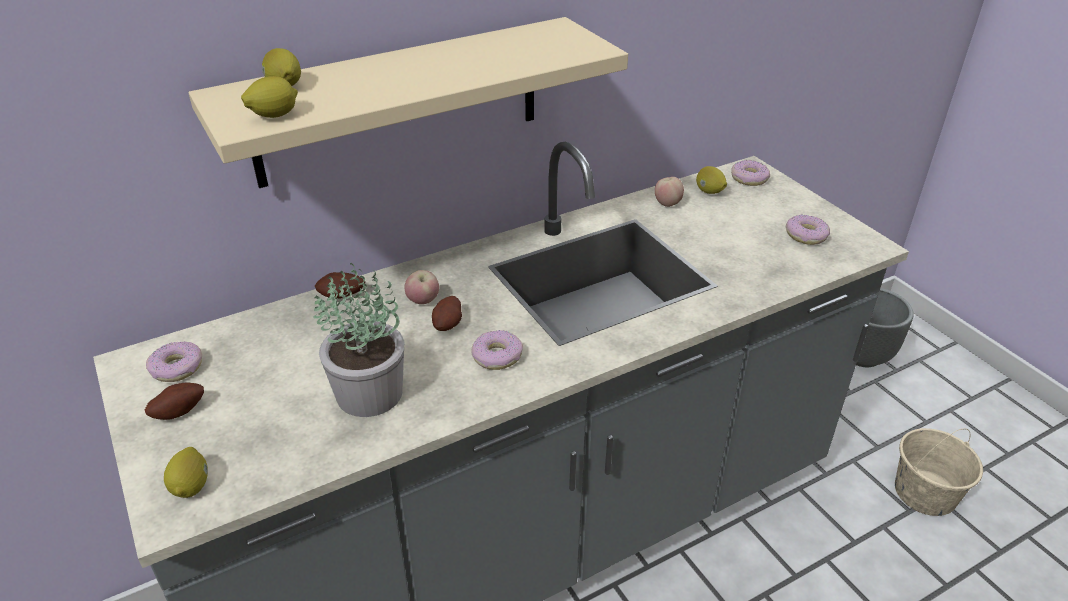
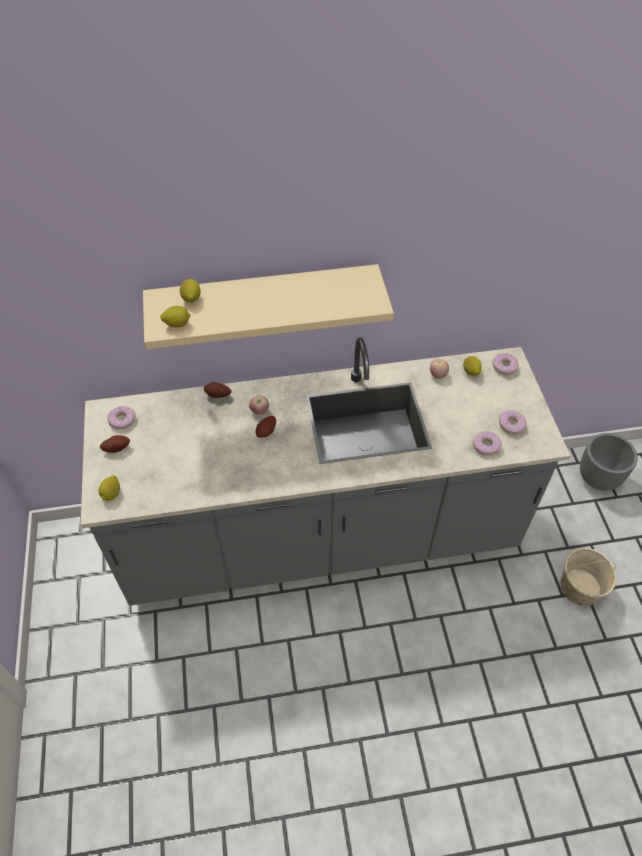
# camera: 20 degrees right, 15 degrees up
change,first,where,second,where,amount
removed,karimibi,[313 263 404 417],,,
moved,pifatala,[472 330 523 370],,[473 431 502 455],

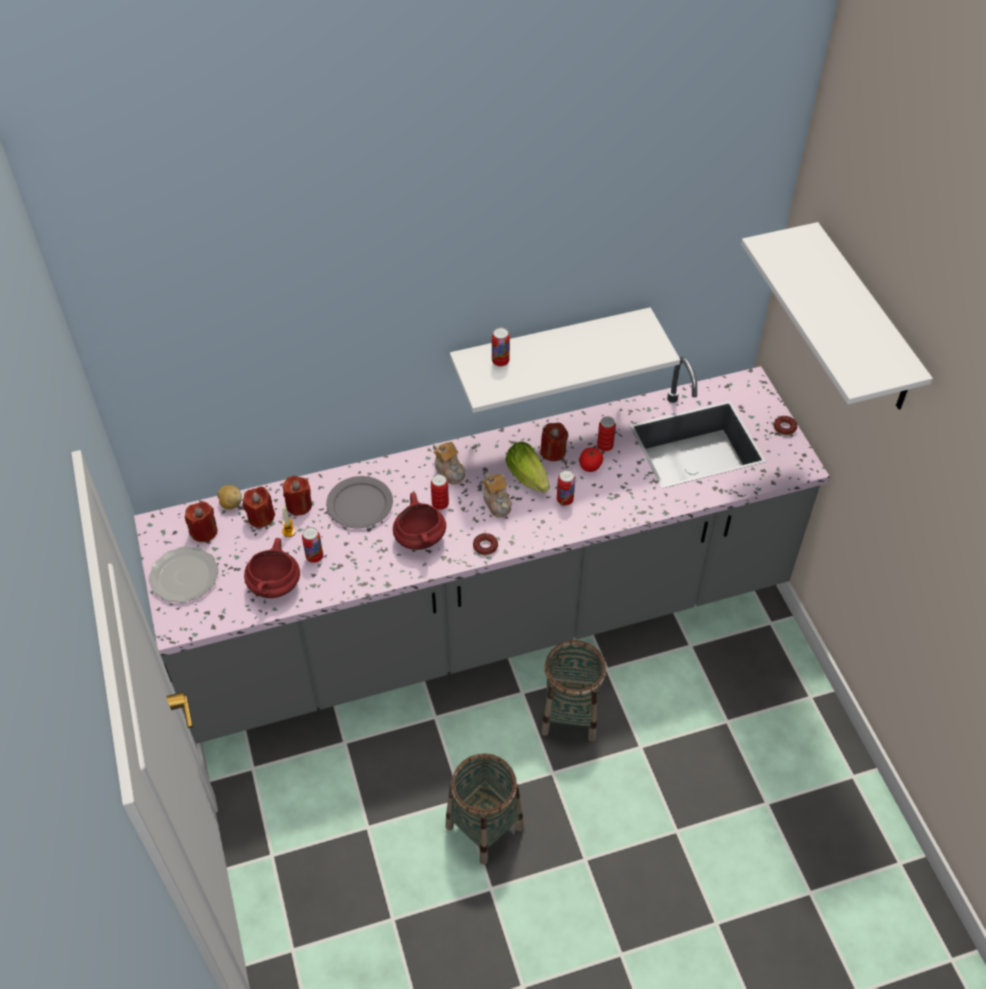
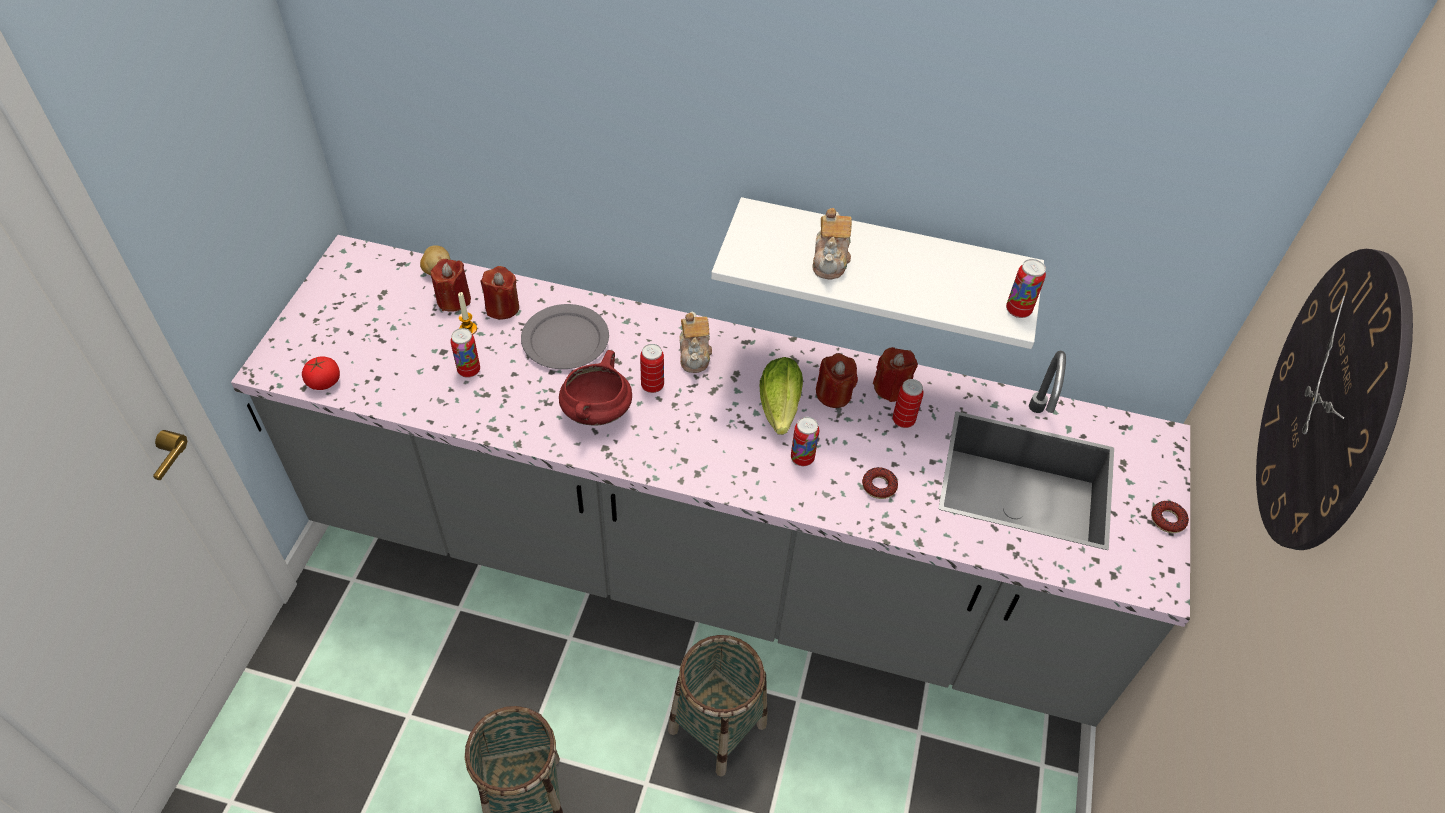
# camera: 30 degrees right, 0 degrees up
change,first,where,second,where,amount
replaced,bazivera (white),[741 222 933 409],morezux,[1256 249 1413 550],
moved,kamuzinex,[492 328 510 367],,[1006 259 1046 318],
moved,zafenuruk,[579 447 604 472],,[302 356 340 390],
moved,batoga,[482 473 512 518],,[812 208 852 279],
moved,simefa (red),[185 501 218 542],,[873 347 918 402],
moved,pifatala,[473 533 498 555],,[862 467 898 499],
removed,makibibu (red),[244 538 300 598],,,
removed,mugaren,[149 546 219 603],,,

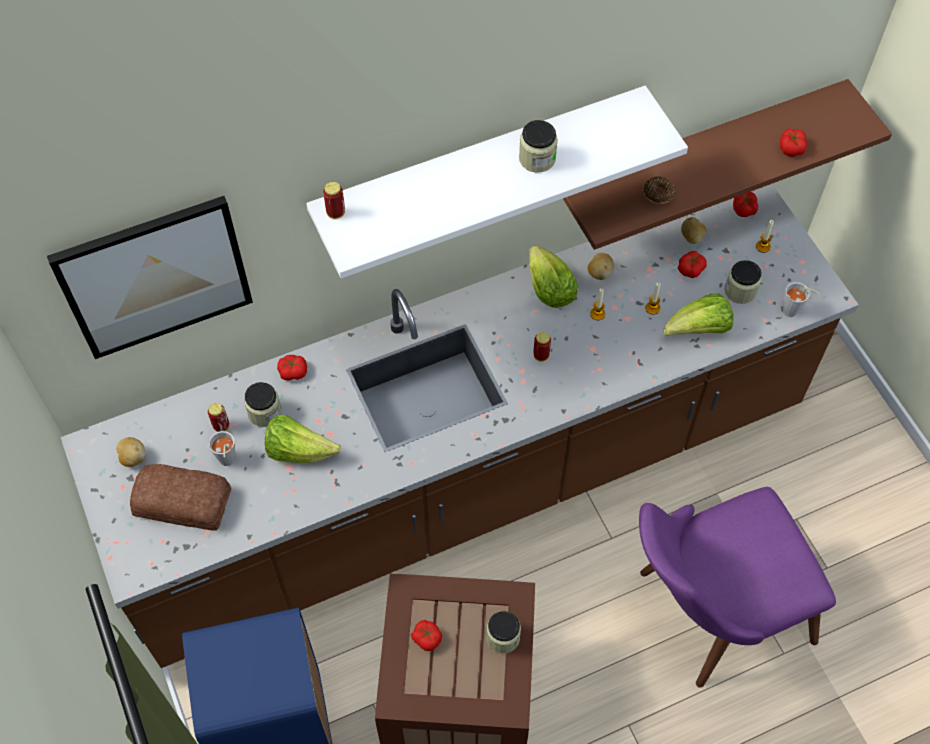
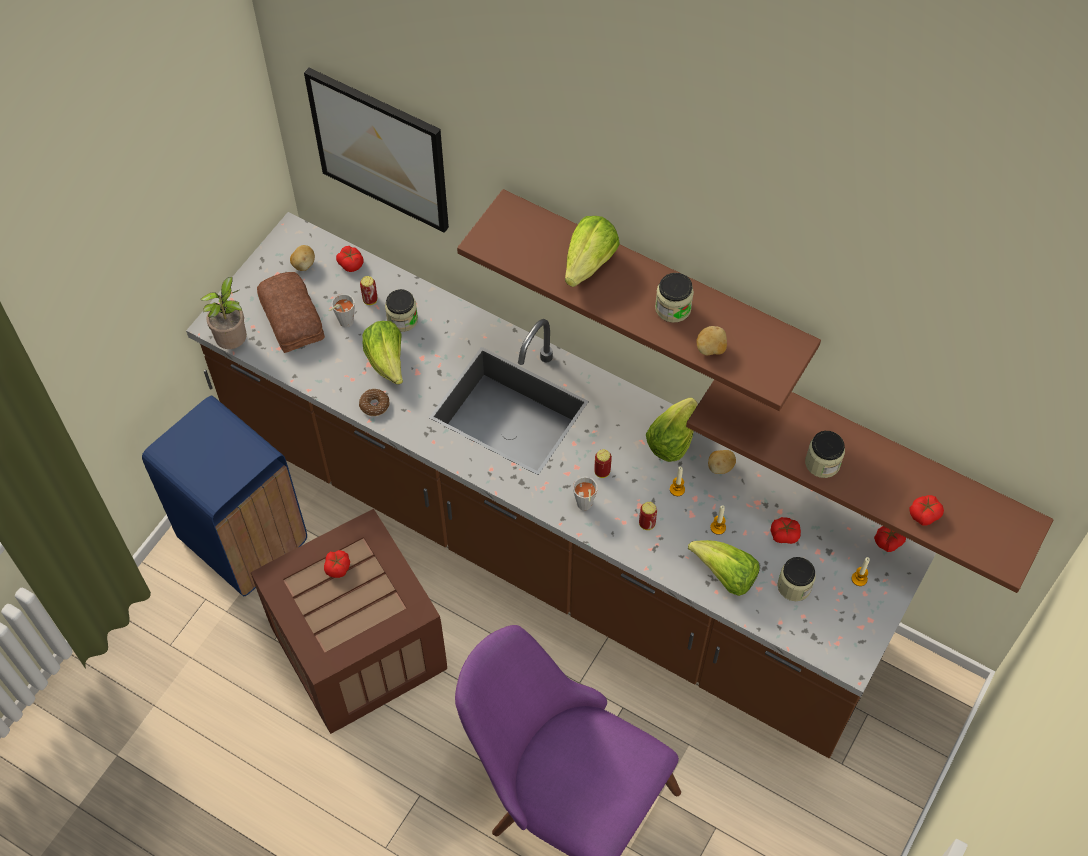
# camera: 55 degrees right, 0 degrees up
change,first,where,second,where,amount
recoloured,bazivera (white),[306 86 688 278],bazivera (brown),[457 189 821 411],
moved,pifatala,[643 176 675 204],,[359 389 390 416],
moved,kamuzinex,[323 182 345 219],,[639 502 657 530],
moved,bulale,[681 217 706 244],,[697 326 727 355],
moved,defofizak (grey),[783 282 820 317],,[573 476 598 510],
moved,zafenuruk,[277 355 307 380],,[336 246 364 272],
moved,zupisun,[486 611 521 654],,[805 431 845 478],
added,,,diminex,[565 216 620 287],
added,,,karimibi,[201 277 247 349],

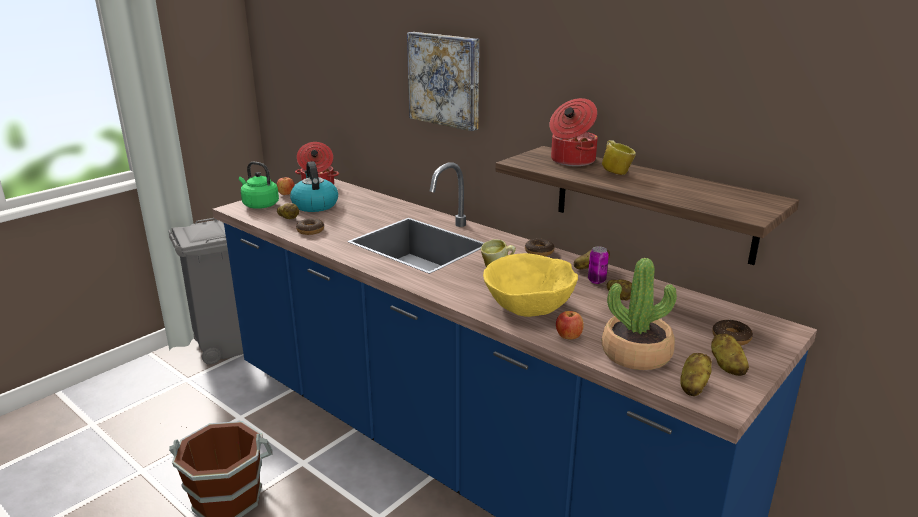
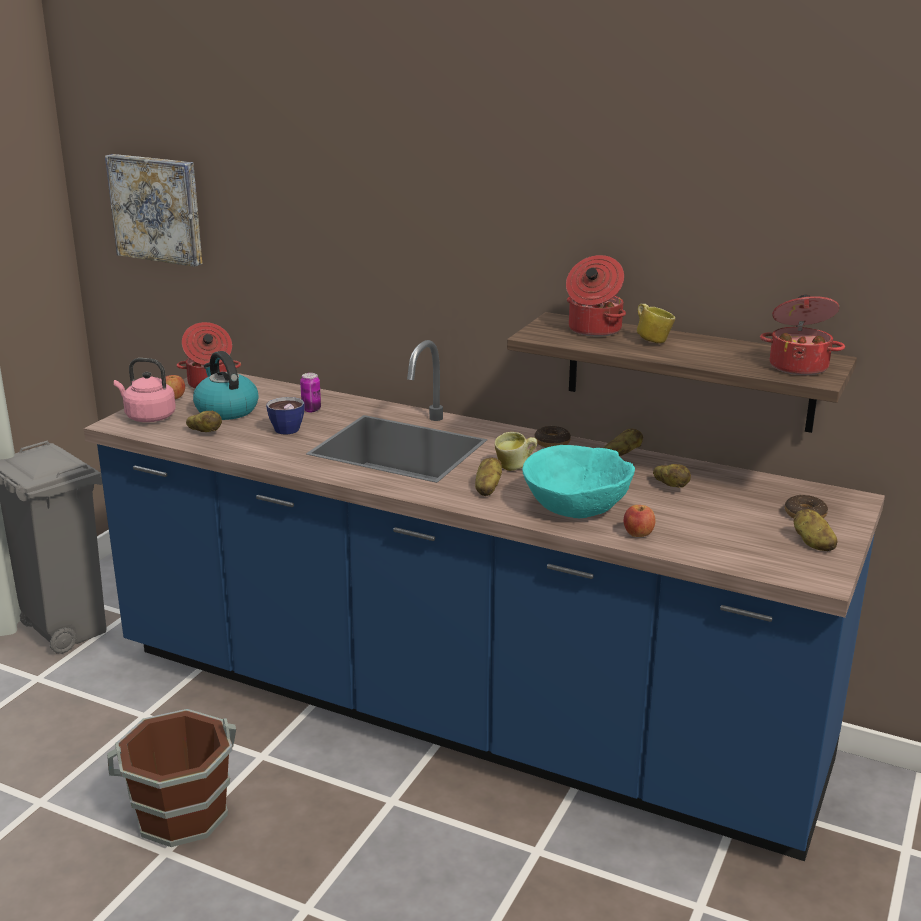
# camera: 15 degrees left, 0 degrees up
change,first,where,second,where,amount
moved,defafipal,[407 32 479 131],,[105 154 202 267],
recoloured,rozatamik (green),[239 162 279 209],rozatamik (pink),[114 358 176 422],
removed,pifatala,[296 218 324 235],,,
moved,kamuzinex,[588 246 609 284],,[300 373 321 412],
recoloured,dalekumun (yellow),[483 253 578 317],dalekumun (turquoise),[523 445 635 519],
removed,karimibi,[602 258 677 370],,,
moved,bulale,[680 353 712 396],,[475 458 502 496],
added,,,makibibu,[760 294 845 375],
added,,,defofizak,[266 397 305 435],

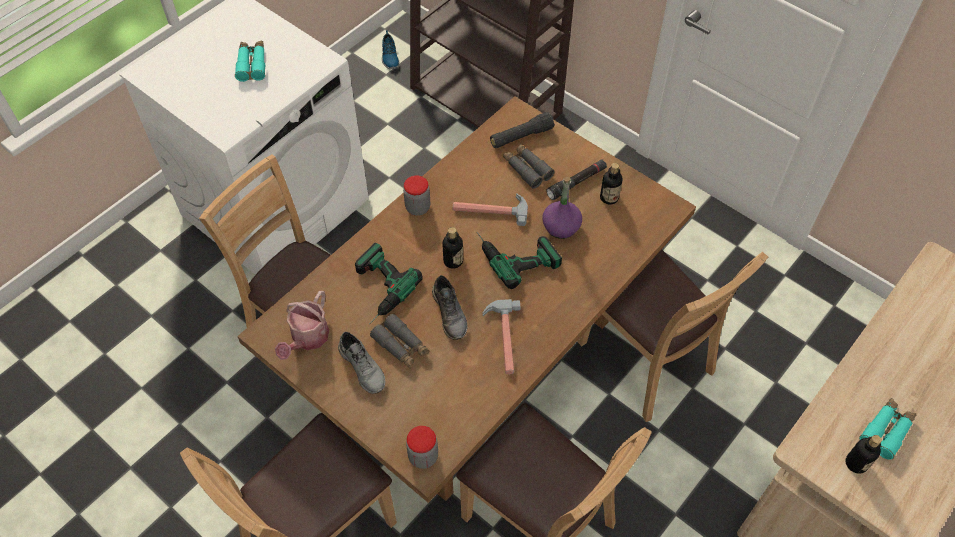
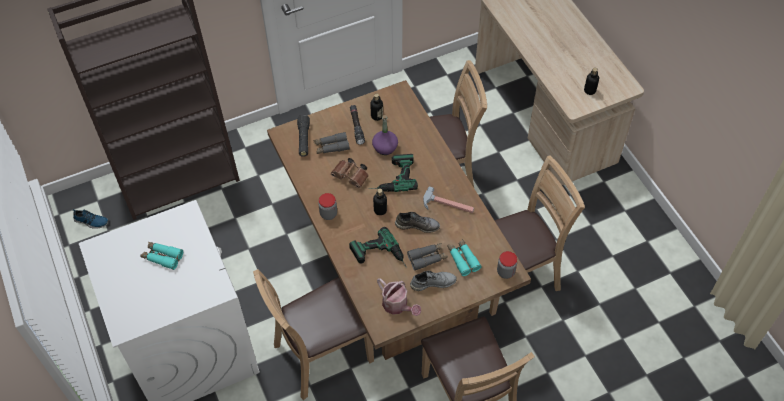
# camera: 65 degrees left, 0 degrees up
change,first,where,second,where,amount
replaced,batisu,[452 193 528 226],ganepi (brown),[331 158 369 189],
moved,ganepi (turquoise),[859 398 916 460],,[447 239 482 276],

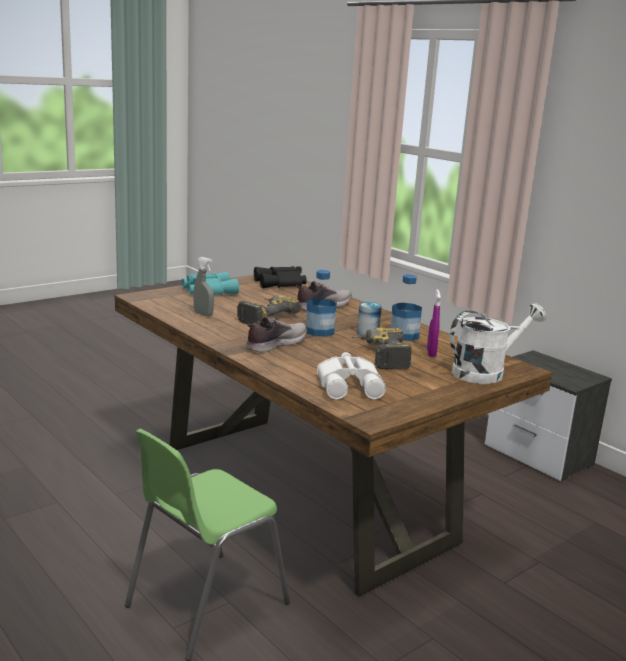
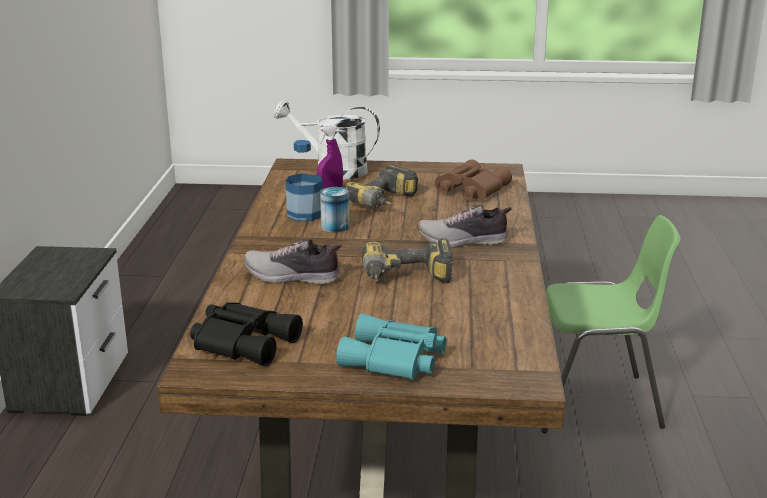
# camera: 135 degrees left, 5 degrees up
change,first,where,second,where,amount
removed,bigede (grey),[194 257 214 316],,,
removed,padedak,[306 270 337 337],,,
recoloured,ganepi (white),[317 352 386 399],ganepi (brown),[435 160 512 200],

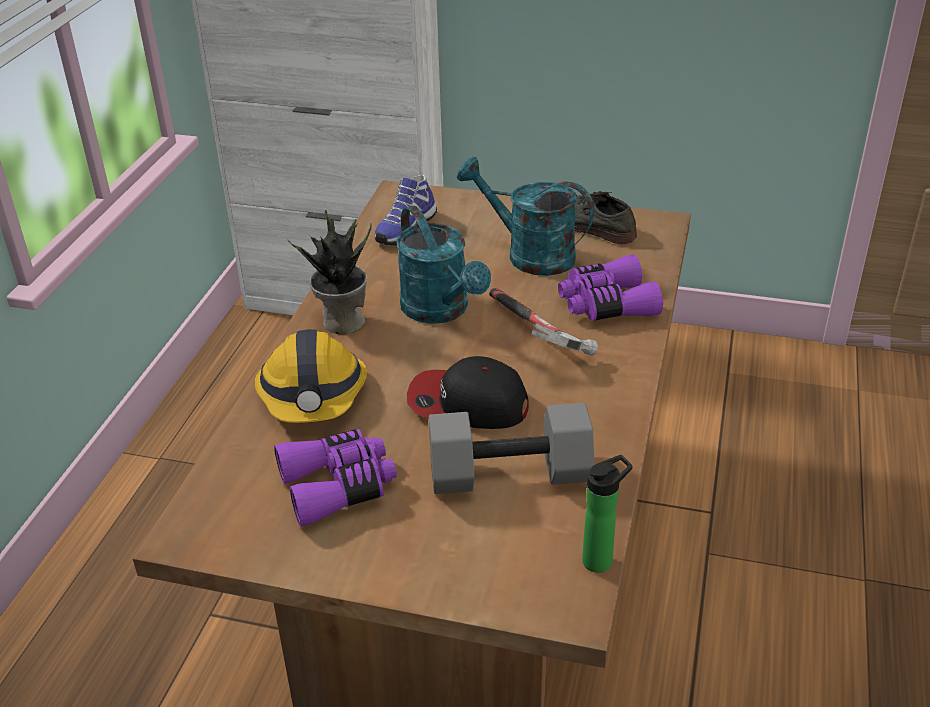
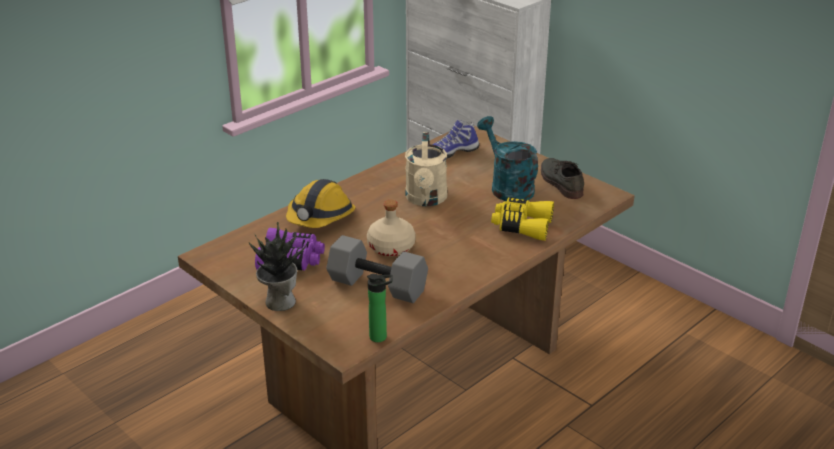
# camera: 30 degrees right, 5 degrees down
change,first,where,second,where,amount
recoloured,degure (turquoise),[396 206 491 324],degure (beige),[405 132 447 206],
moved,karimibi,[288 210 372 334],,[249 222 308 311],
recoloured,ganepi (purple),[558 254 663 321],ganepi (yellow),[491 198 554 241],
removed,batisu,[489 288 598 355],,,
replaced,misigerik,[407 356 529 429],padedak (beige),[367 200 416 256],

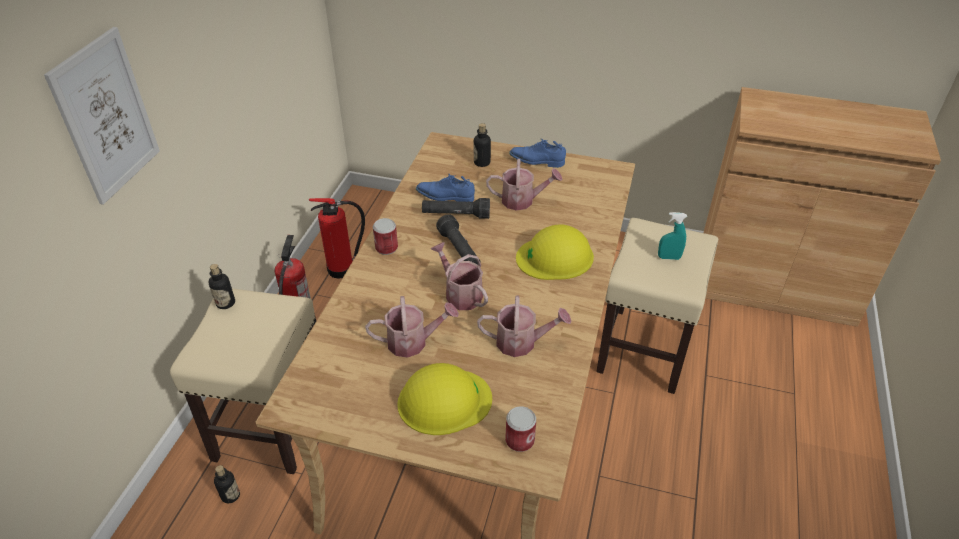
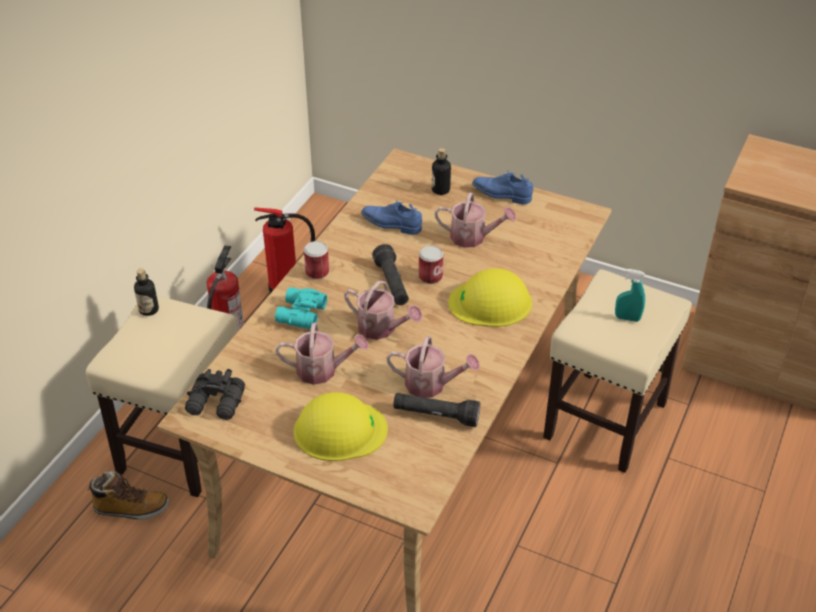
# camera: 10 degrees right, 0 degrees up
change,first,where,second,where,amount
removed,defafipal,[44 27 160 205],,,
moved,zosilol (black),[422 198 490 219],,[393 393 480 427],
turned,degure,[431 242 488 310],,[344 281 422 340],150 degrees clockwise
moved,kamuzinex,[506 406 536 452],,[419 246 443 284],
replaced,padedak,[214 465 240 503],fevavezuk,[87 471 169 520],
added,,,ganepi (turquoise),[275 287 327 329],
added,,,ganepi (black),[185 369 245 420],

